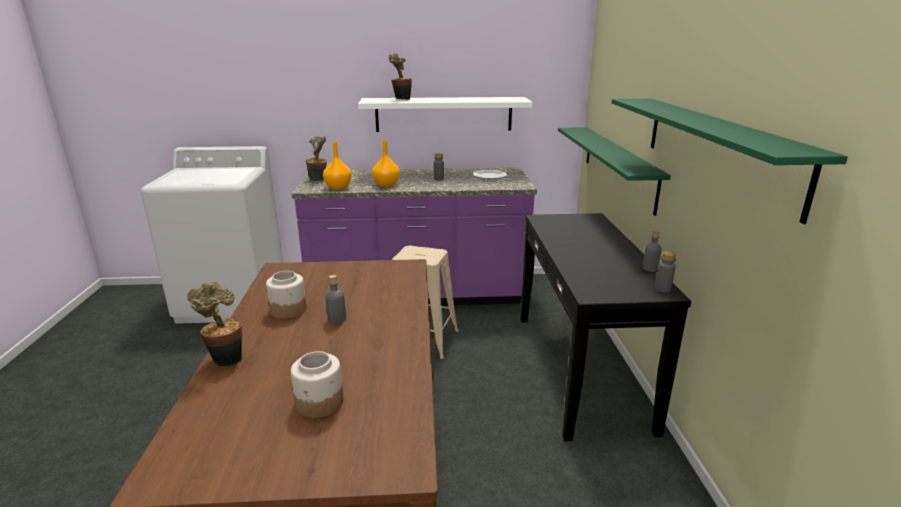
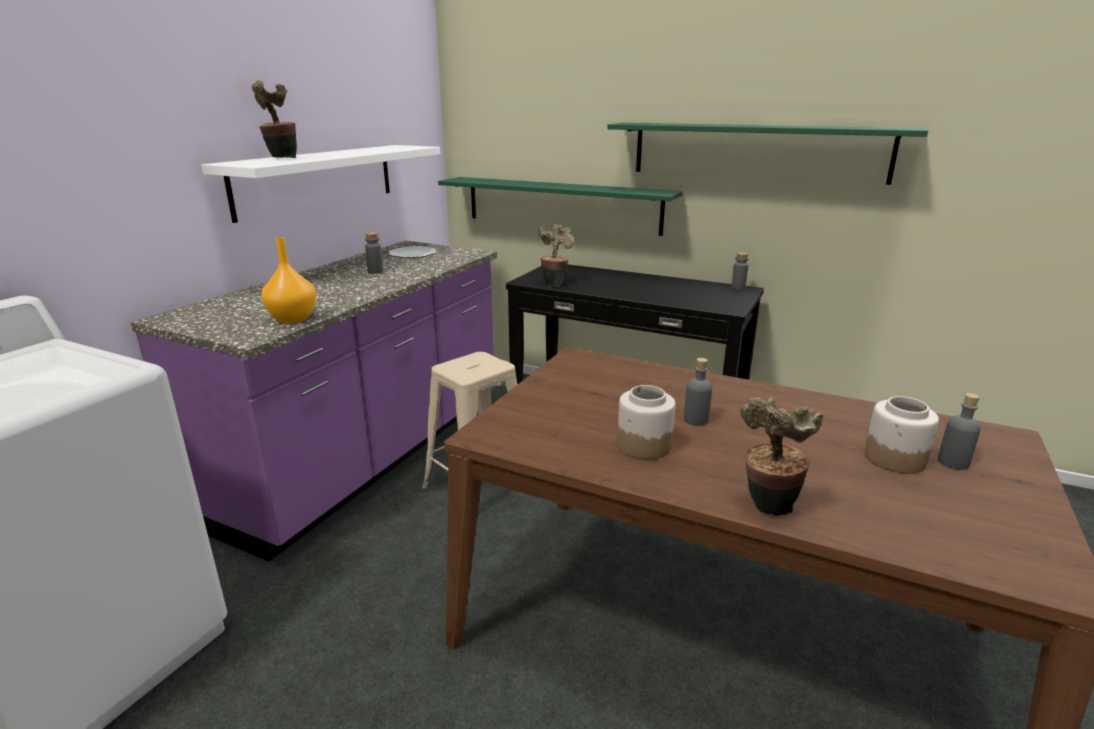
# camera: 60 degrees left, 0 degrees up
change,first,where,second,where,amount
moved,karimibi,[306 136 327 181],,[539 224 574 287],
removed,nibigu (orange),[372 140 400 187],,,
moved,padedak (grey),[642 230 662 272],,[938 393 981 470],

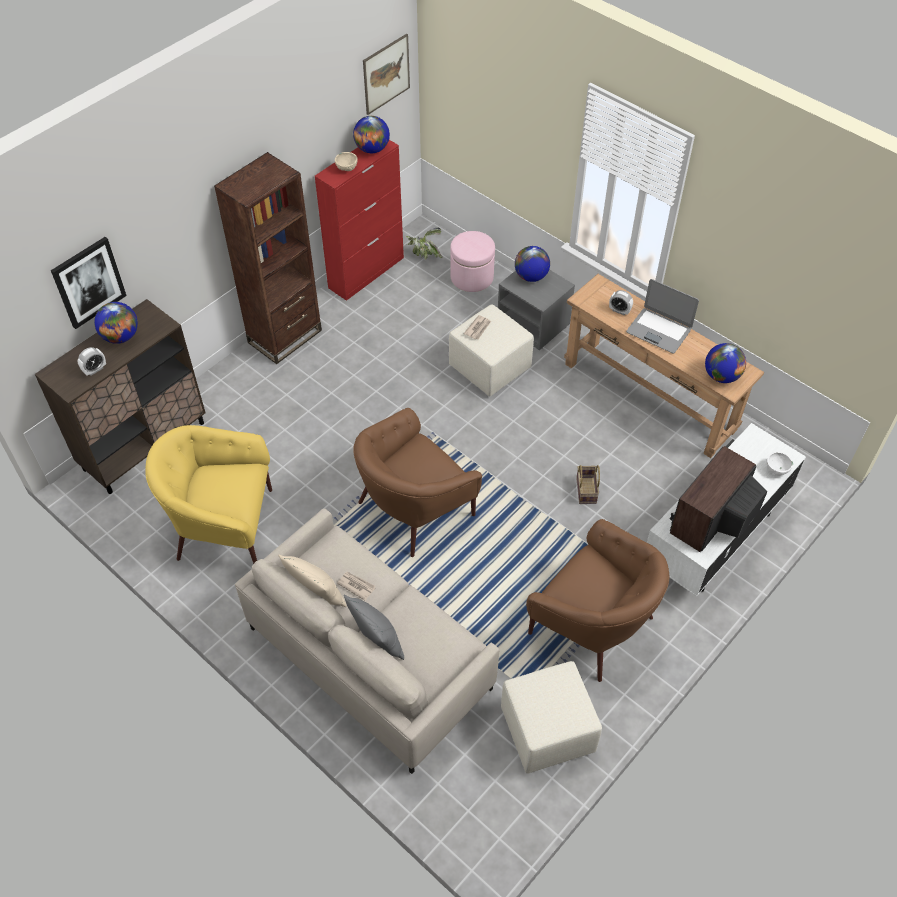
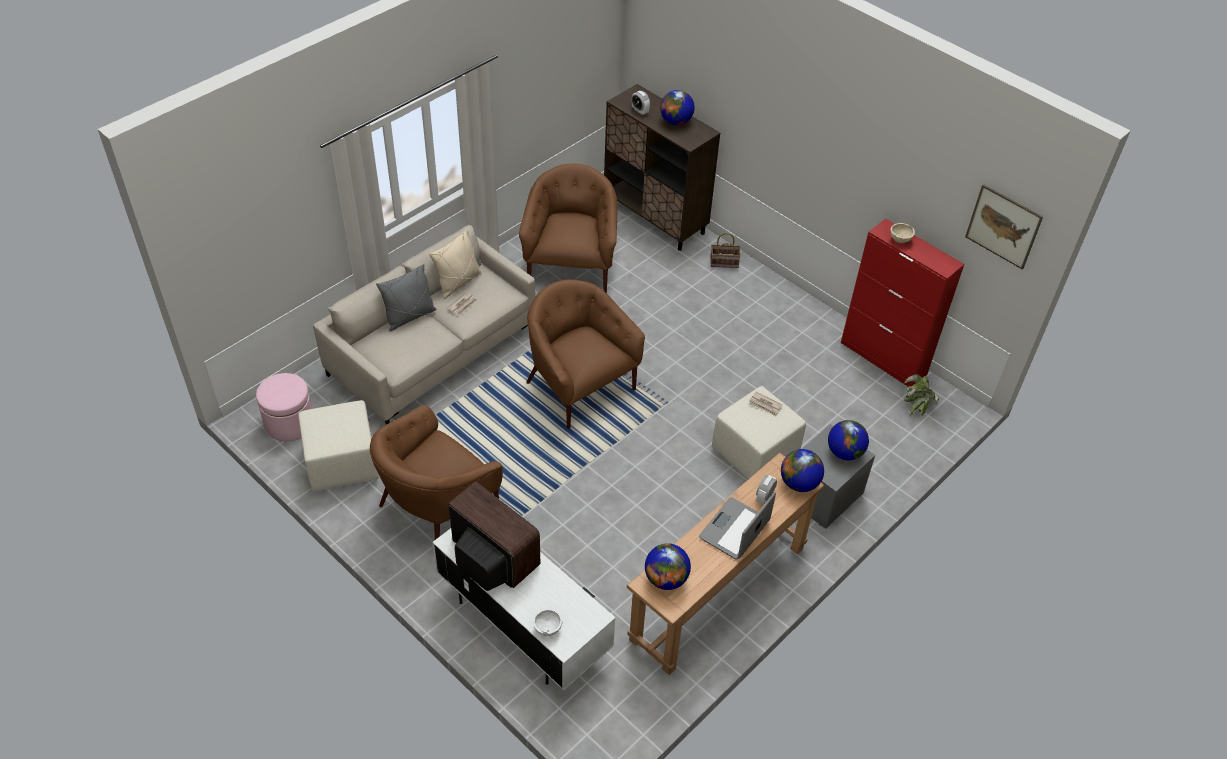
# camera: 90 degrees right, 5 degrees down
change,first,where,second,where,amount
moved,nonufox,[353 116 390 153],,[781 449 824 492],
removed,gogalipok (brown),[214 152 322 364],,,
moved,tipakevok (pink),[450 231 495 292],,[256 373 312 442],
removed,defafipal,[51 237 127 329],,,
recoloured,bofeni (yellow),[145 425 272 564],bofeni (brown),[519 164 617 293],
moved,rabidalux,[576 465 600 504],,[710 233 741 268],

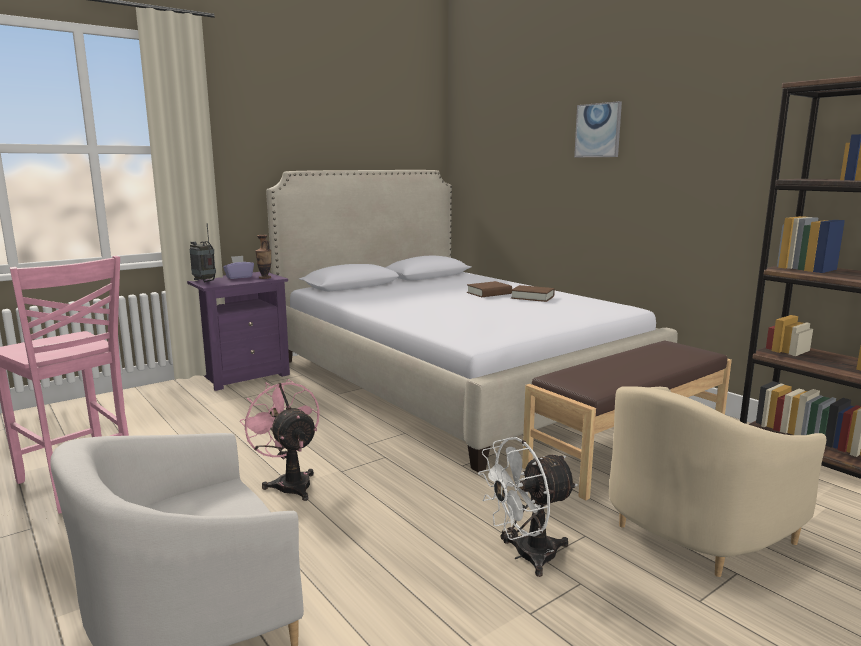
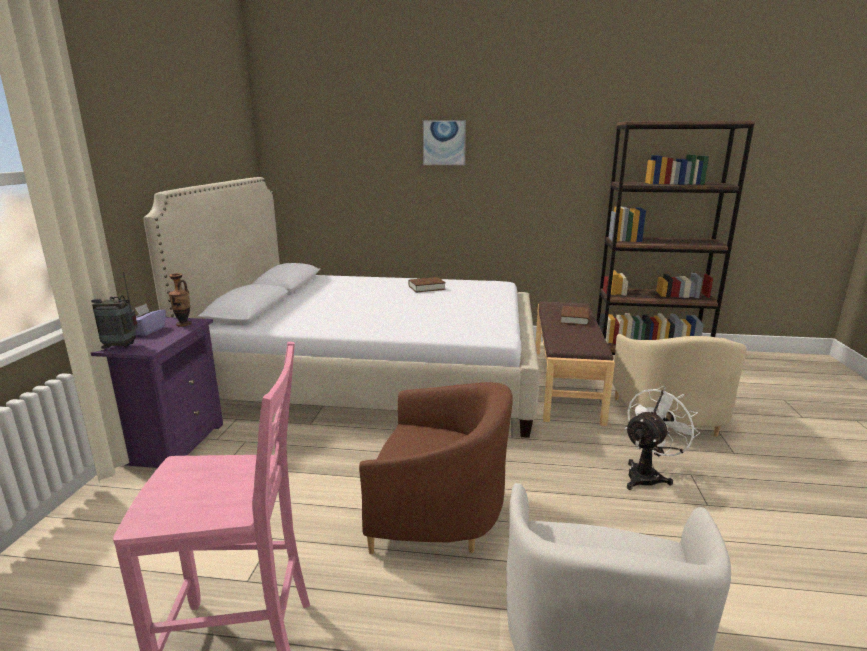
# camera: 45 degrees left, 5 degrees up
change,first,where,second,where,amount
moved,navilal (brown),[467 281 512 297],,[560 306 590 326],
replaced,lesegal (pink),[240 379 320 501],bofeni (brown),[359 382 513 554],
turned,lesegal (white),[478 437 578 577],,[625 386 700 490],150 degrees counterclockwise

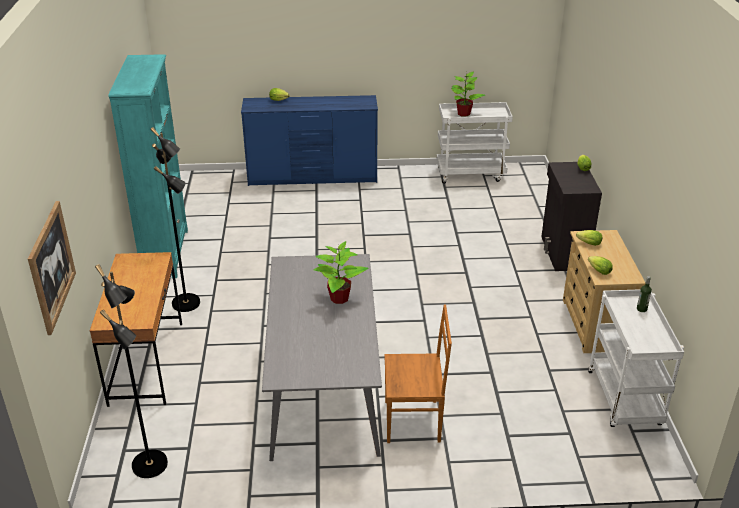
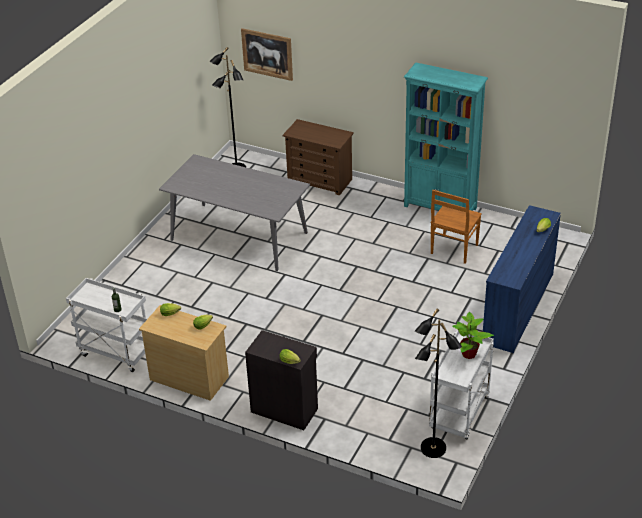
# camera: 120 degrees right, 5 degrees up
change,first,where,second,where,amount
moved,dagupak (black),[150 127 200 312],,[415 308 462 458],
removed,karimibi,[313 241 369 304],,,
replaced,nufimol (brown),[90 252 182 407],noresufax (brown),[283 119 354 195],
moved,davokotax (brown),[384 304 452 443],,[431 190 482 264],

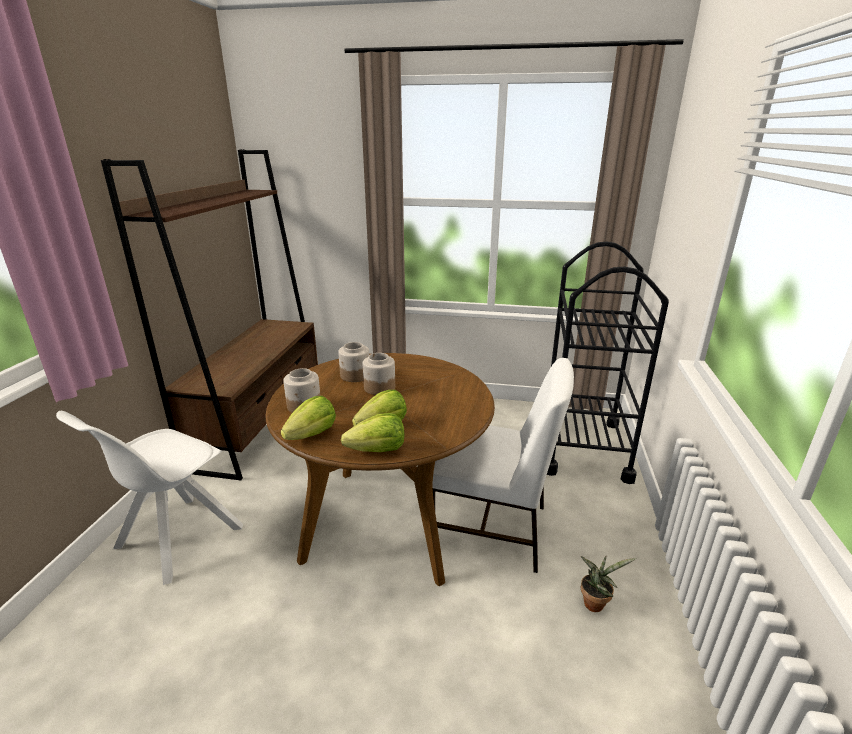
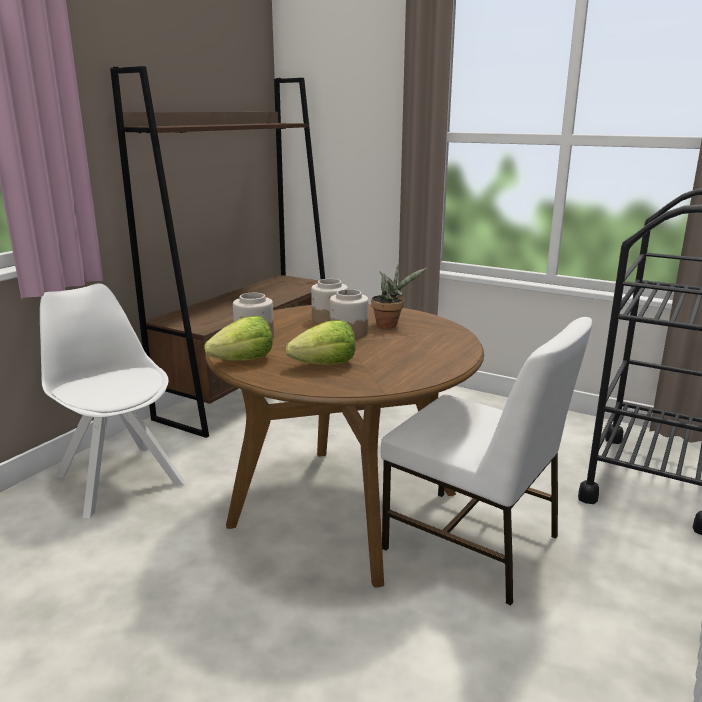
# camera: 20 degrees right, 5 degrees down
change,first,where,second,where,amount
turned,davokotax (white),[56 411 243 585],,[40 283 185 519],90 degrees clockwise
removed,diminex,[341 413 404 452],,,
moved,karimibi,[580 556 636 612],,[371 265 427 328],

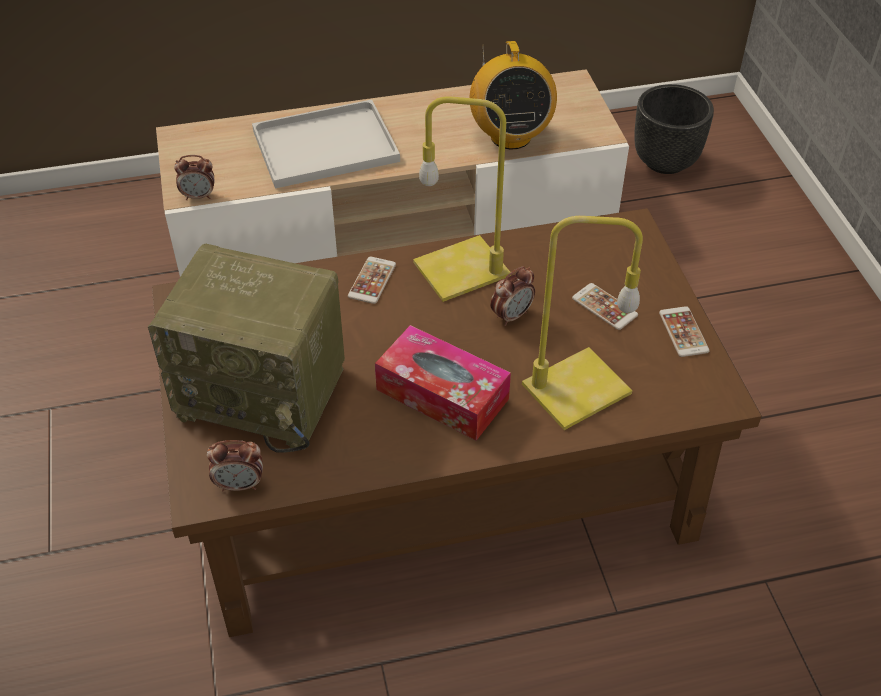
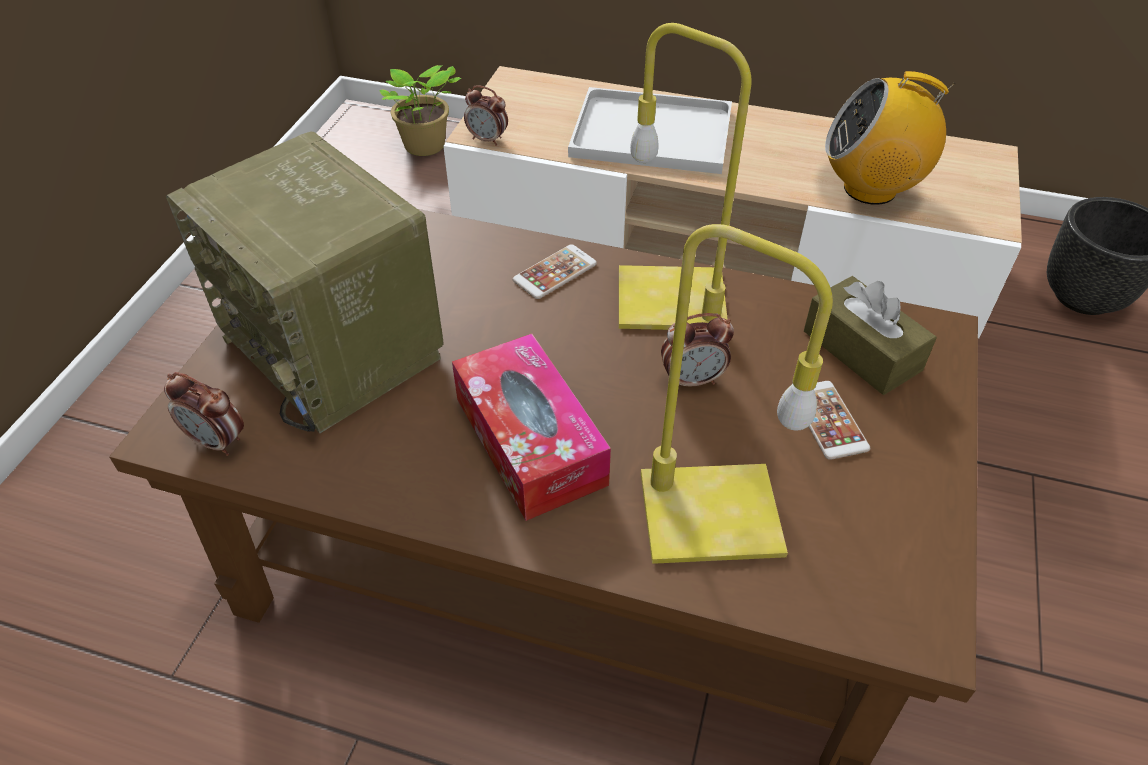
# camera: 30 degrees right, 0 degrees up
change,first,where,second,where,amount
turned,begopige,[469 41 557 149],,[825 71 956 205],75 degrees clockwise
removed,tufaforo,[659 306 710 357],,,
added,,,karimibi,[379 65 461 156],
added,,,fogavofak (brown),[804 276 937 395],

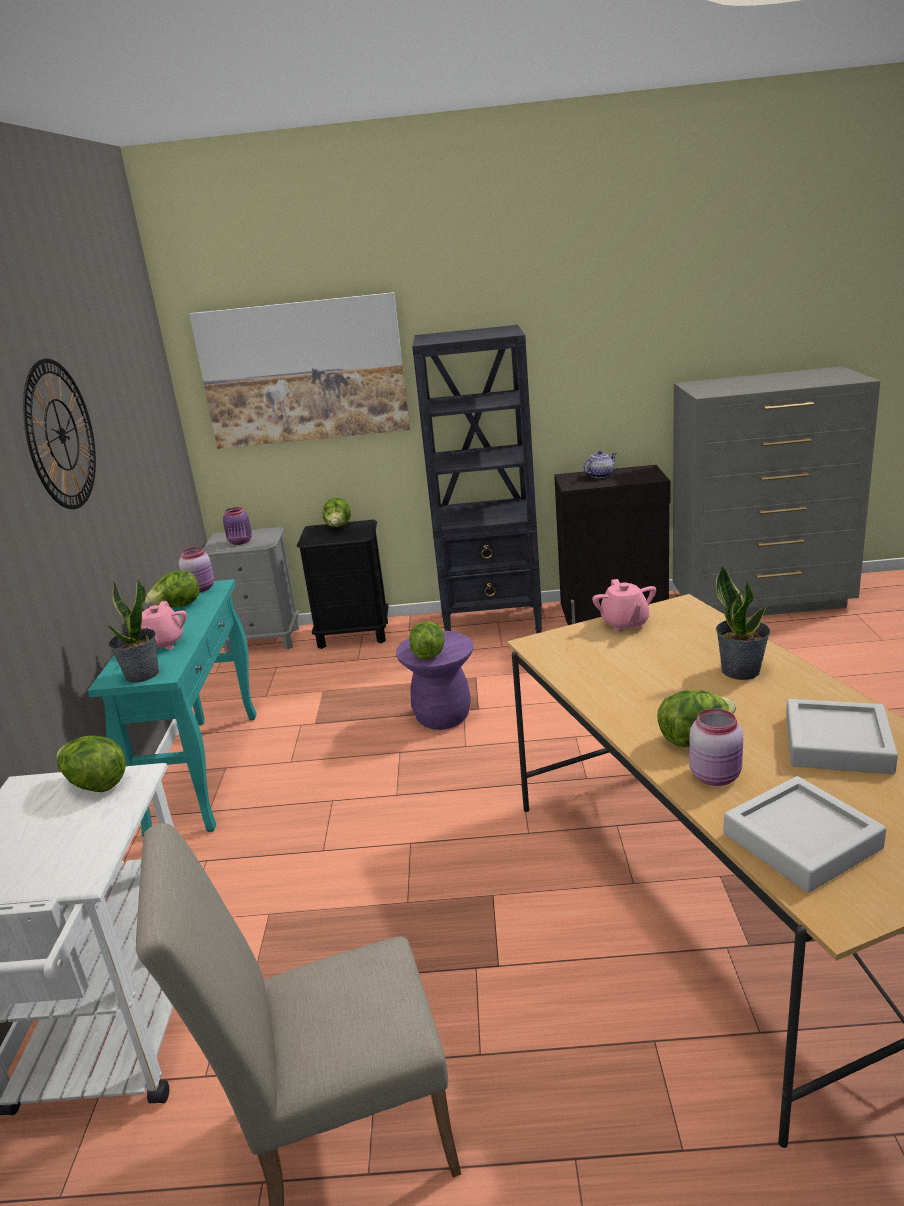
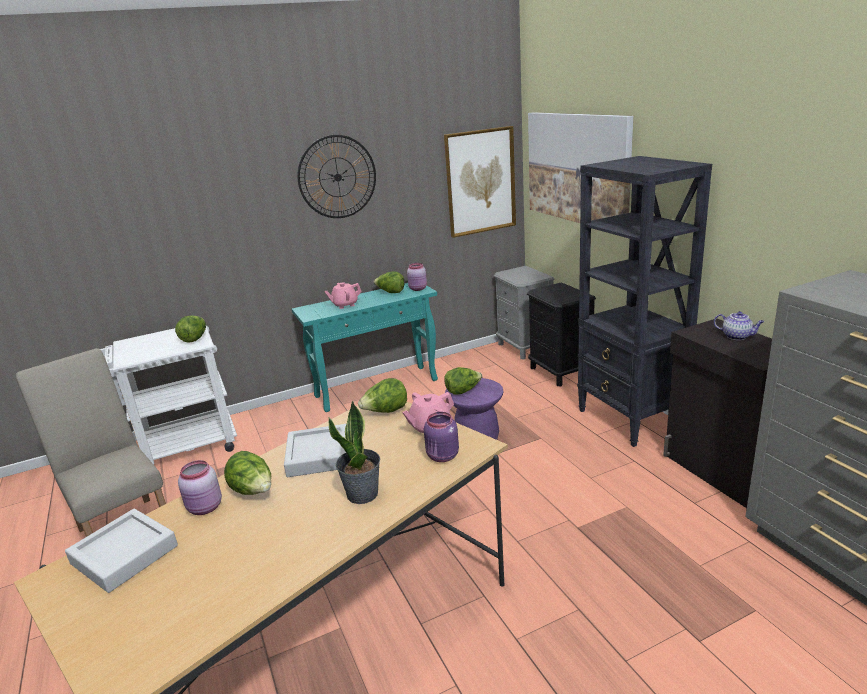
# camera: 65 degrees right, 0 degrees up
change,first,where,second,where,amount
moved,diminex,[323 498 351 527],,[358 378 407 413],
moved,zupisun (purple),[223 507 252 545],,[424 412 459 462],
removed,karimibi,[108 579 159 683],,,
moved,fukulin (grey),[786 699 898 774],,[284 424 346 477],
added,,,defafipal,[444 126 516 238],

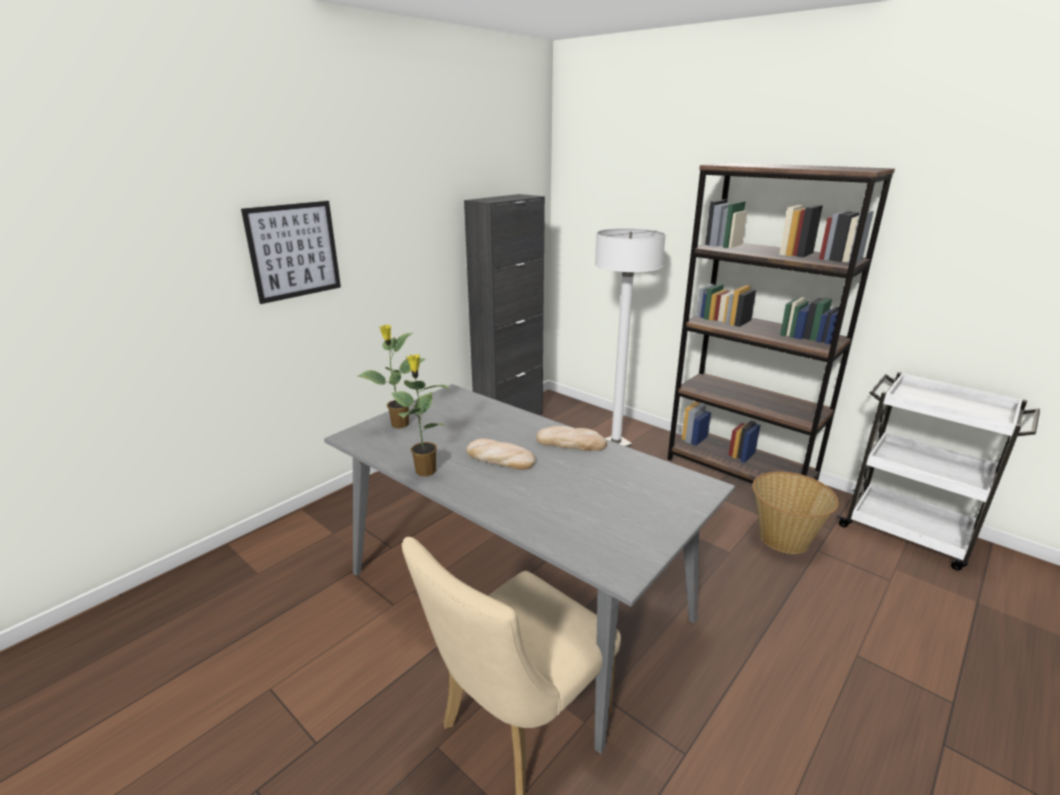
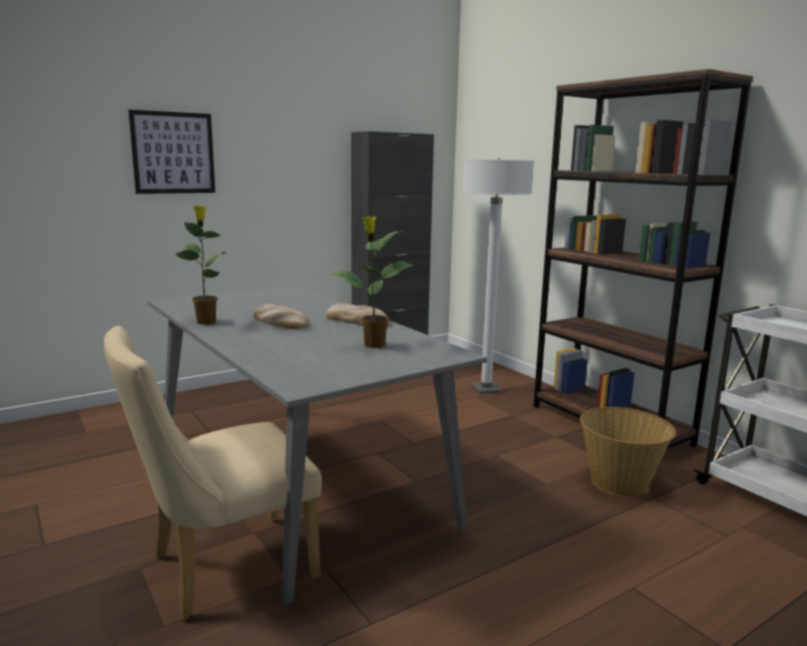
# camera: 15 degrees right, 10 degrees down
change,first,where,second,where,amount
moved,karimibi,[357 325 426 429],,[330 216 413 348],

